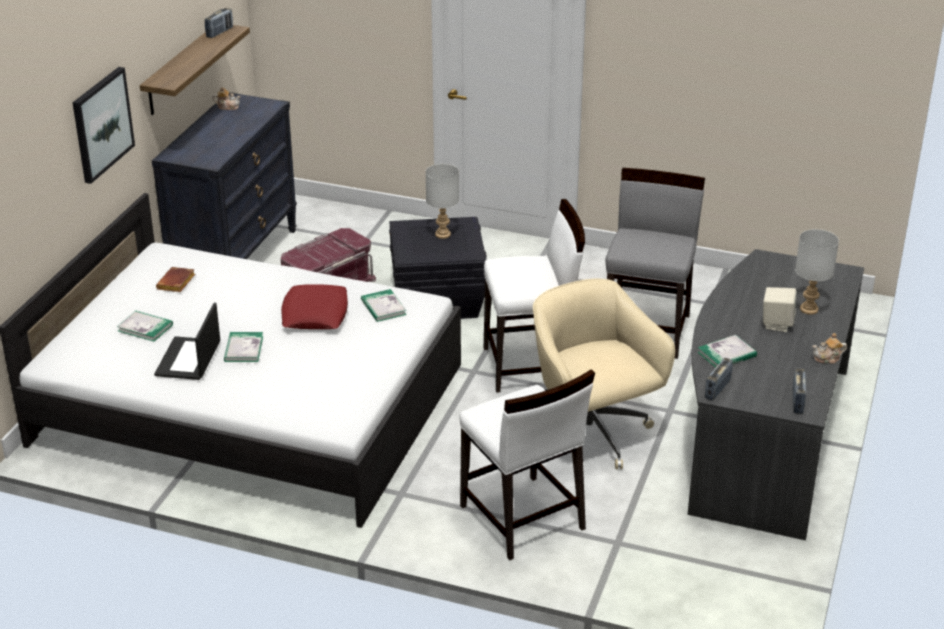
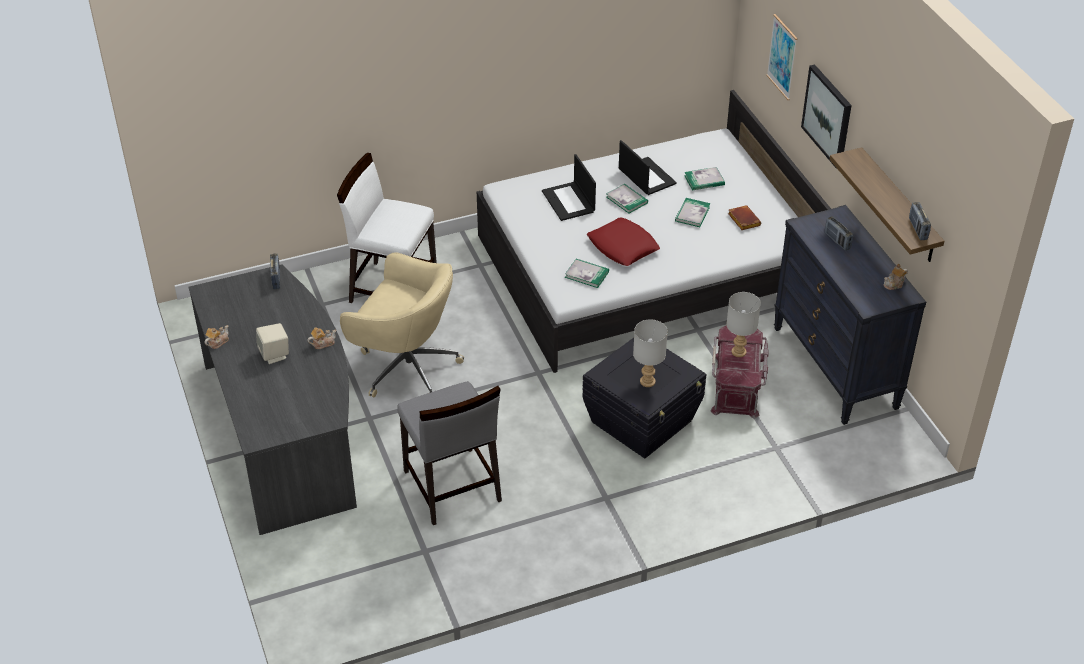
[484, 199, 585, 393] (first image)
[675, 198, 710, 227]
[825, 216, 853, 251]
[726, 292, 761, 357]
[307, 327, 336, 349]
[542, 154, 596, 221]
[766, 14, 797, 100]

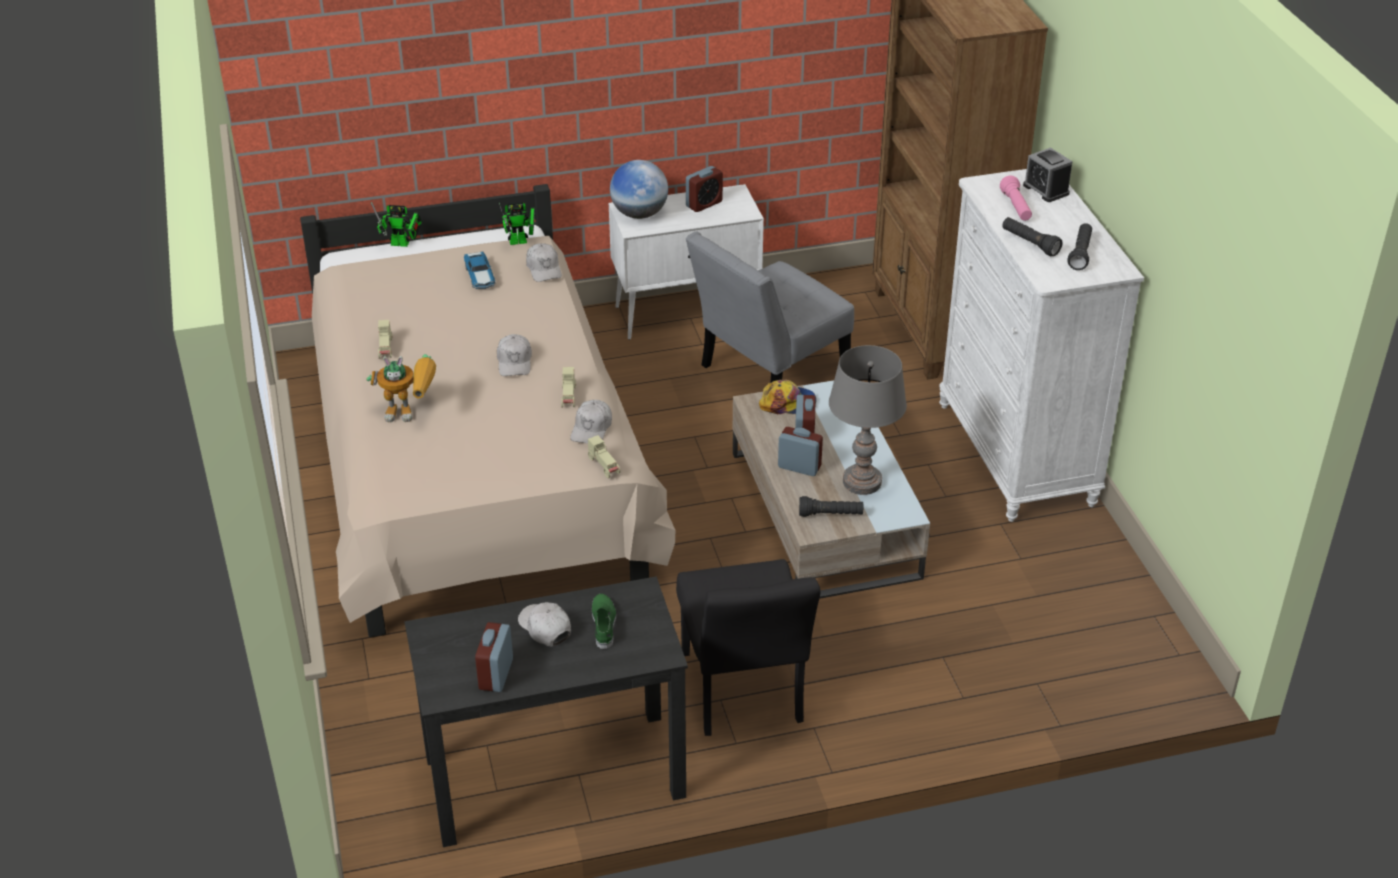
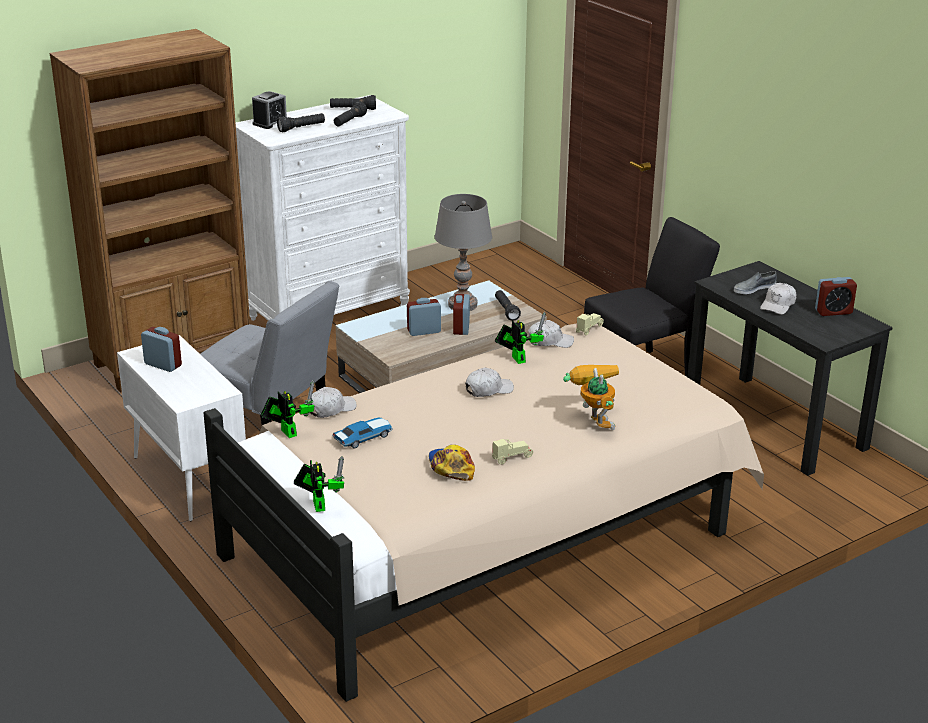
[495, 312, 546, 364]
[734, 271, 777, 294]
[610, 160, 668, 219] (first image)
[429, 444, 475, 481]
[277, 113, 325, 132]

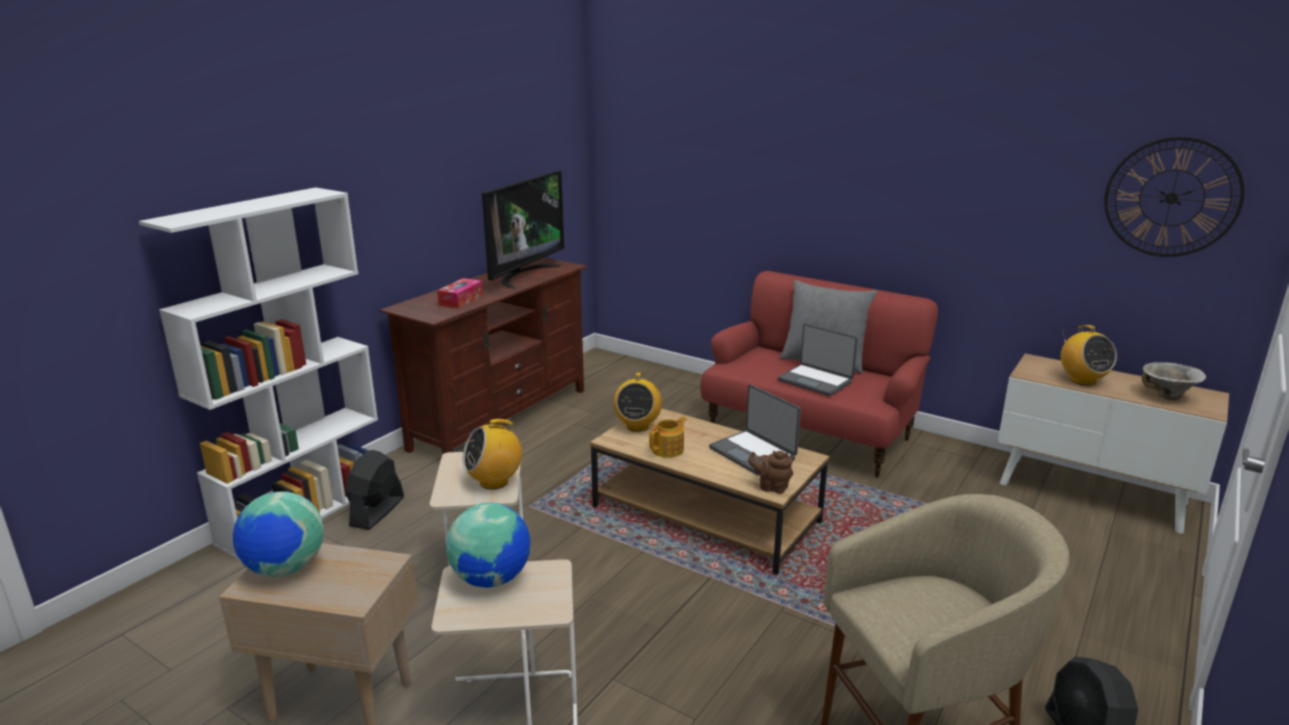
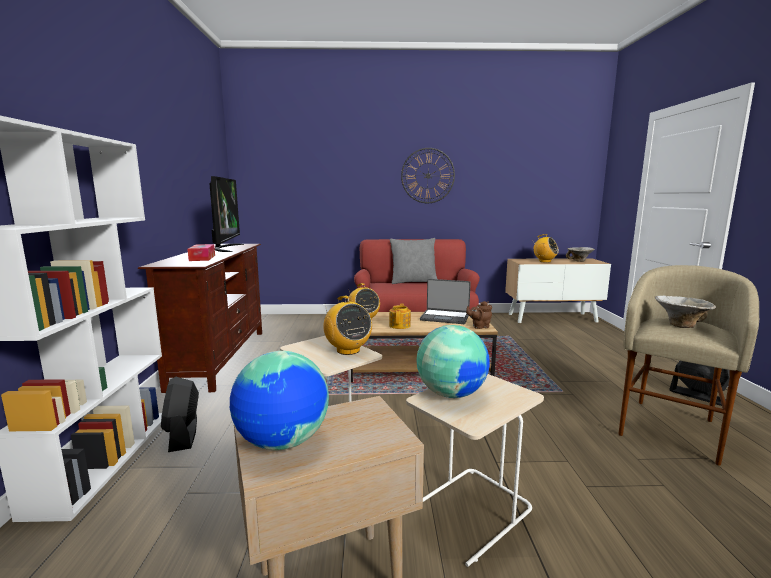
[323, 296, 372, 355]
[777, 323, 858, 396] (first image)
[401, 148, 455, 203]
[655, 295, 716, 328]

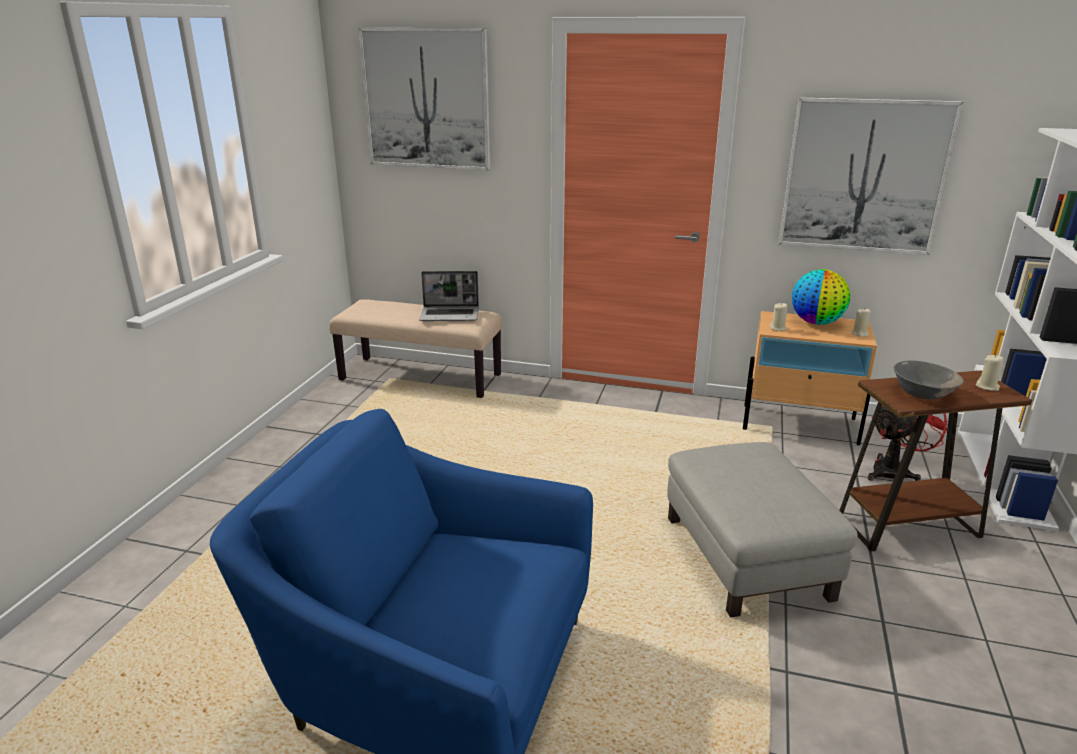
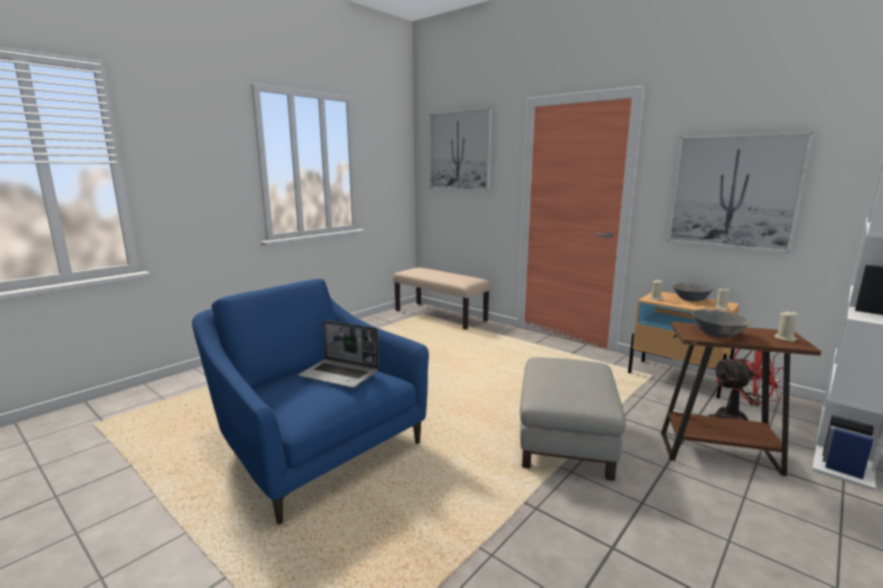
[298, 320, 379, 388]
[672, 283, 714, 301]

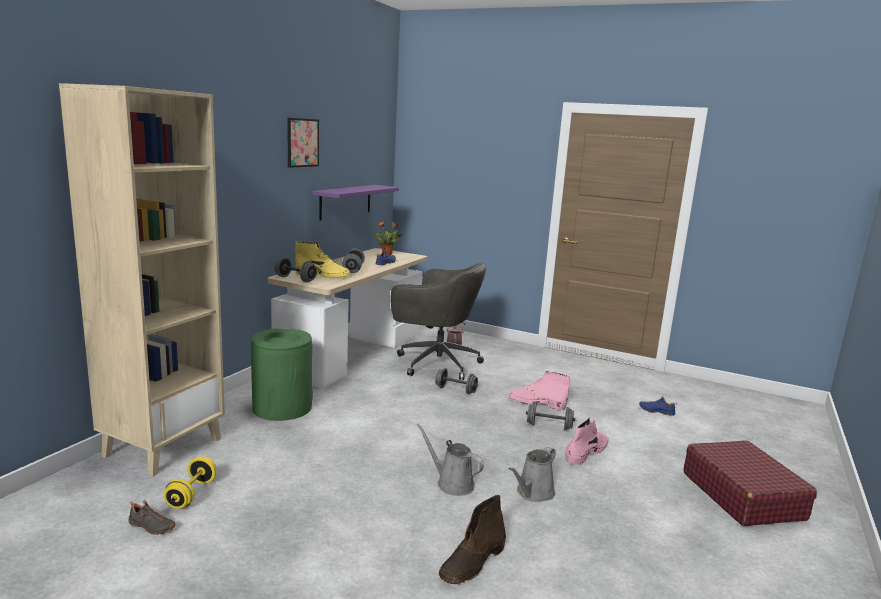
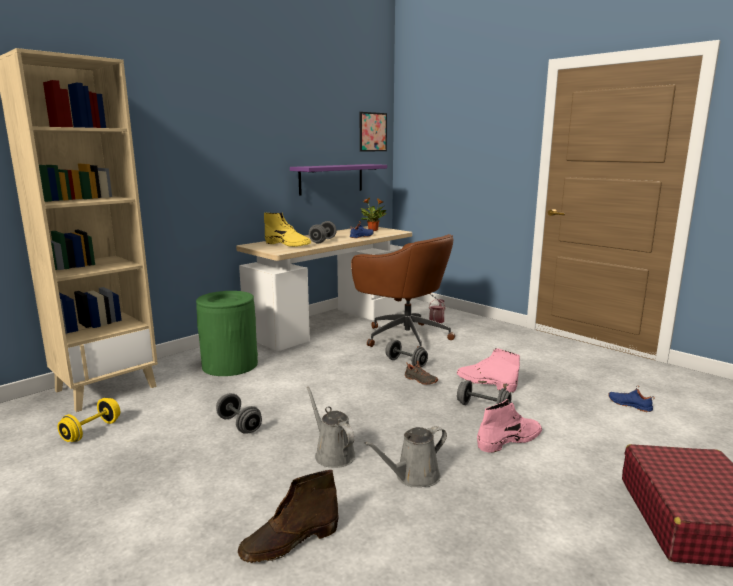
[405, 361, 438, 385]
[216, 393, 262, 434]
[360, 112, 387, 152]
[351, 234, 455, 347]

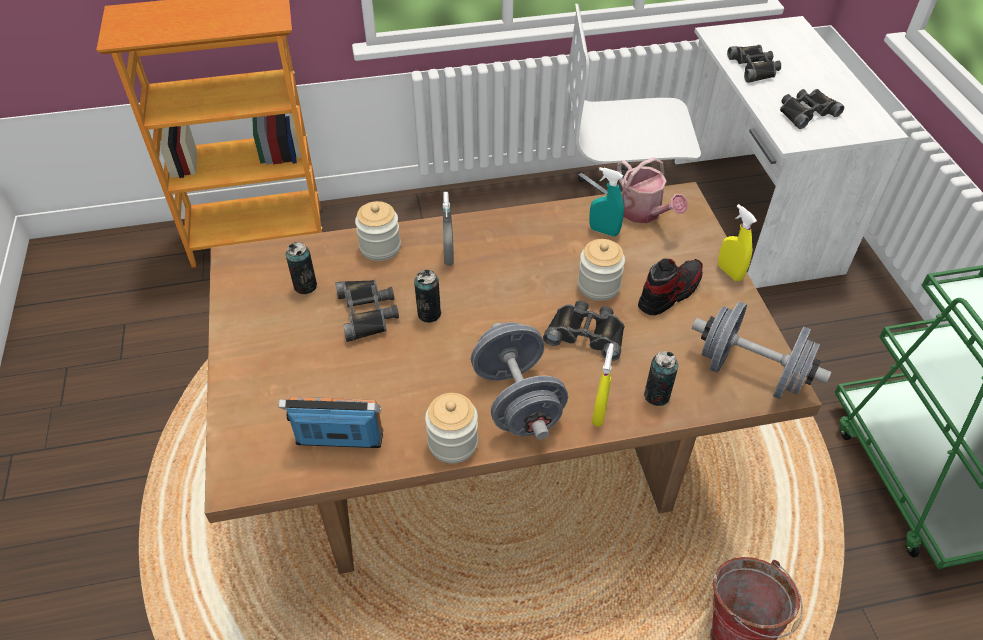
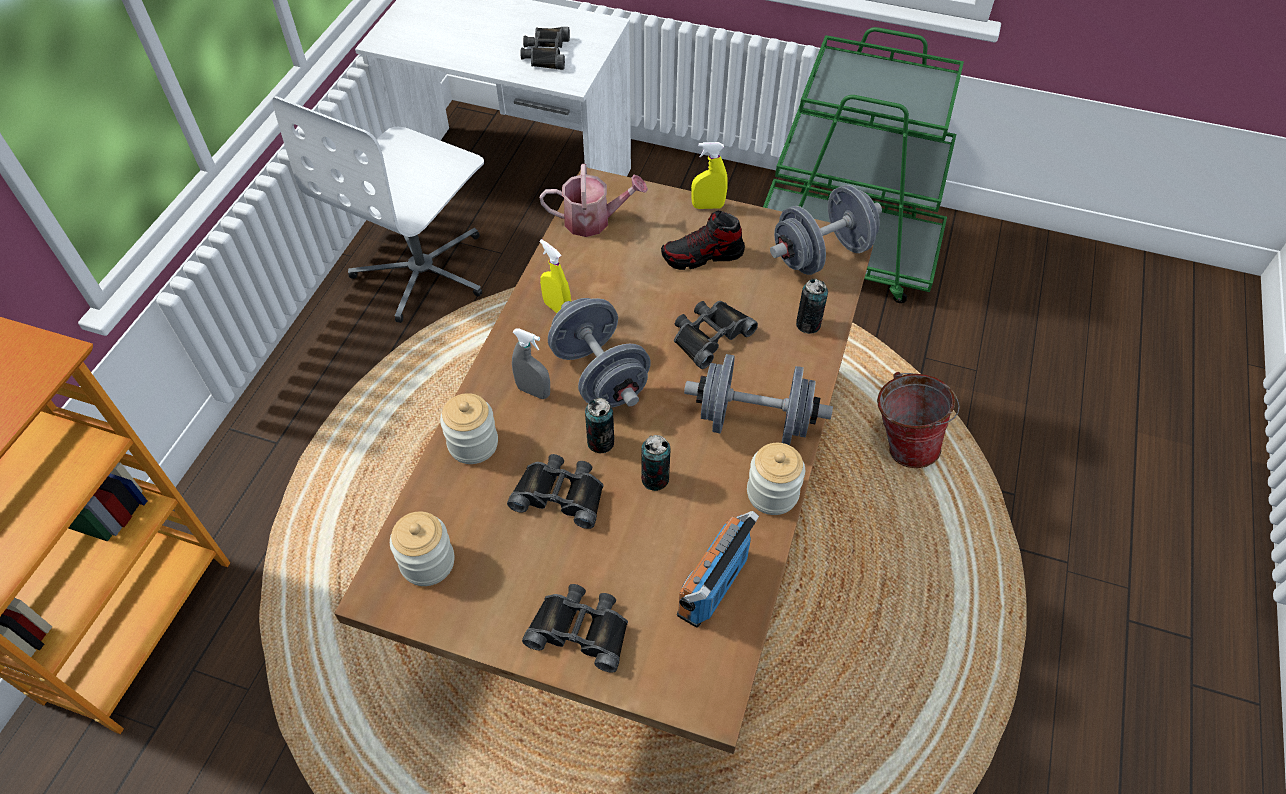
[641, 435, 671, 491]
[390, 511, 454, 586]
[589, 167, 624, 236] (first image)
[540, 239, 571, 313]
[661, 211, 745, 270]
[522, 584, 628, 673]
[548, 298, 651, 407]

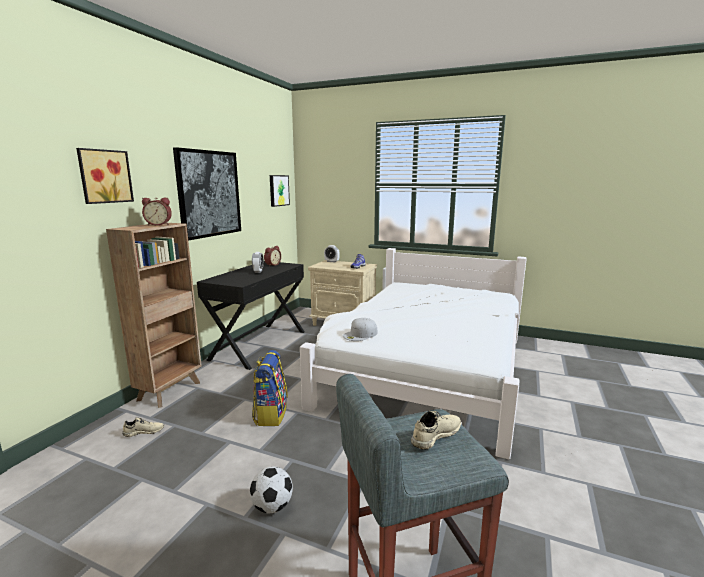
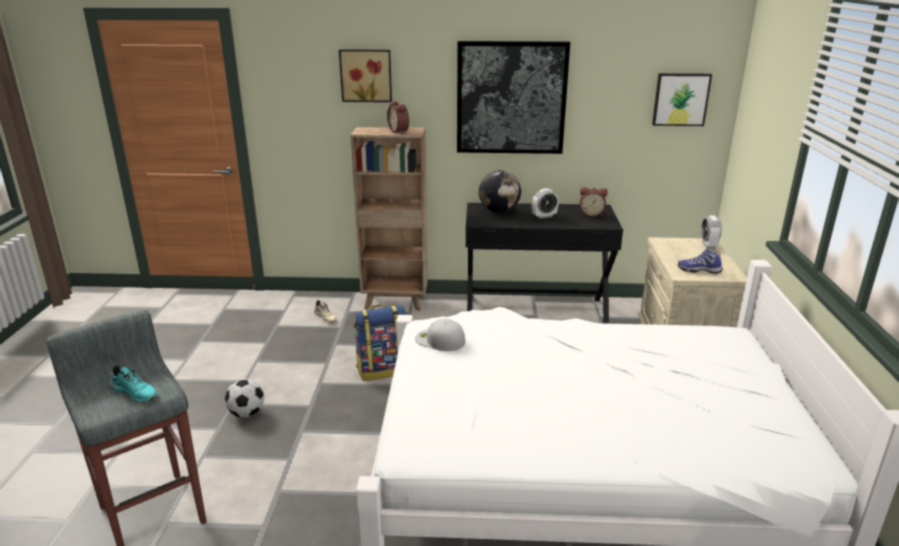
[110, 365, 157, 402]
[479, 170, 521, 213]

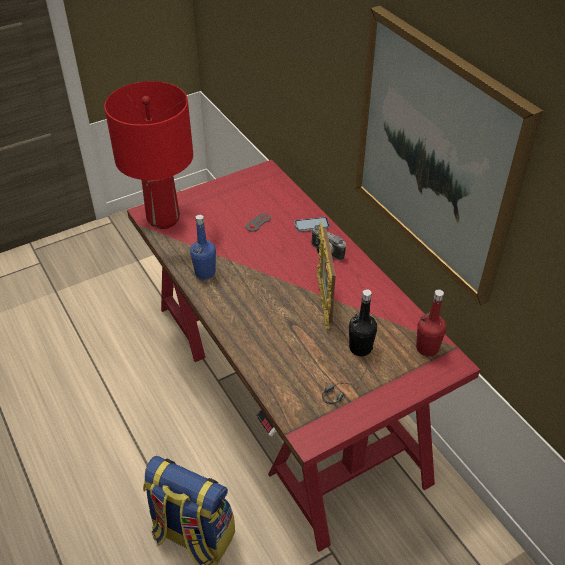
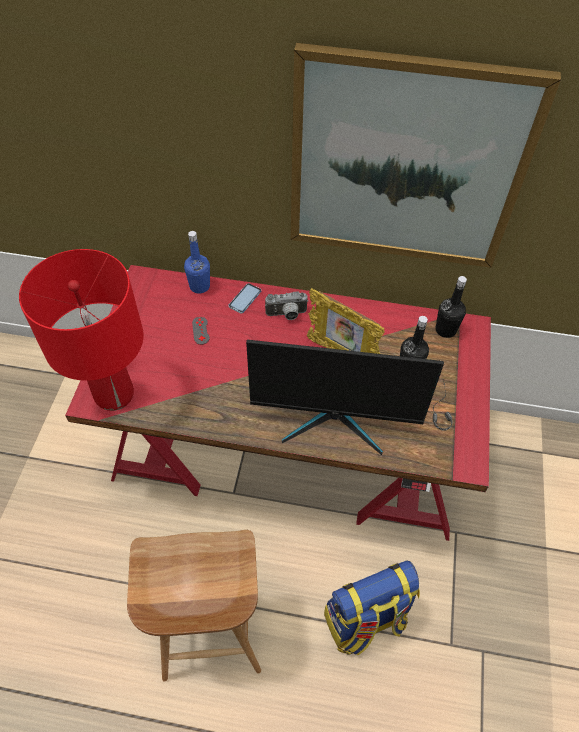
[184, 231, 210, 294]
[435, 276, 467, 338]
[127, 530, 261, 682]
[246, 340, 444, 455]

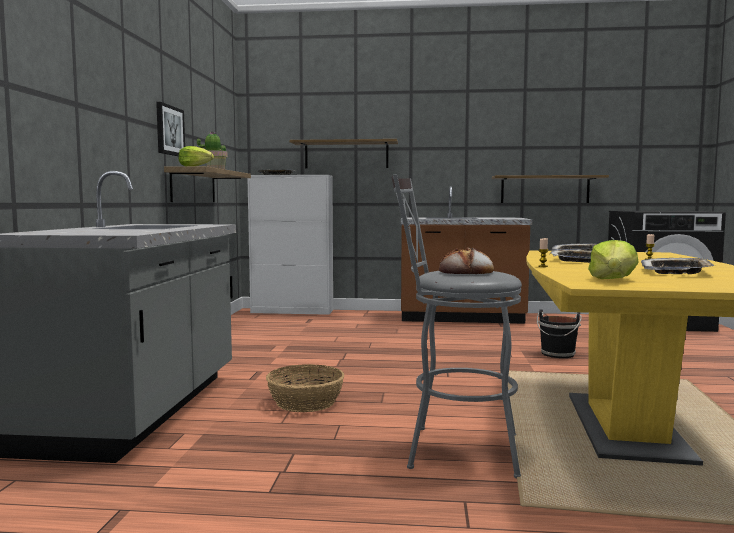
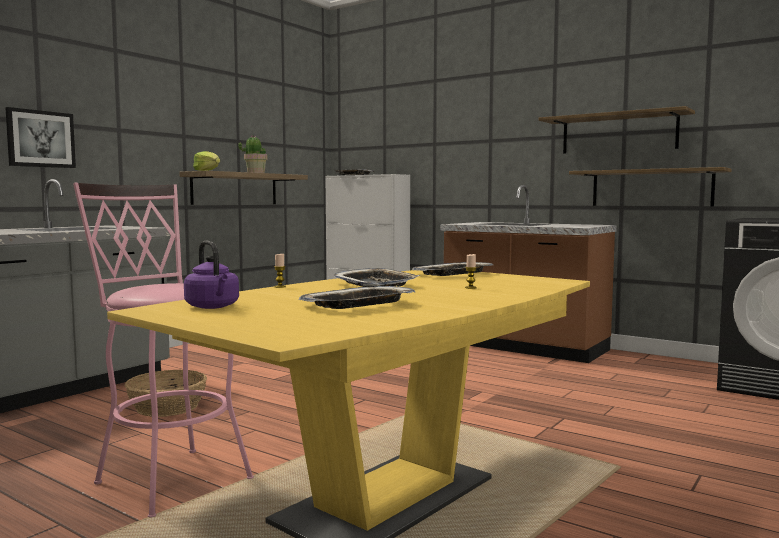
[5, 107, 76, 168]
[539, 106, 695, 154]
[73, 183, 254, 517]
[439, 247, 494, 274] (first image)
[537, 309, 582, 358] (first image)
[184, 241, 239, 309]

